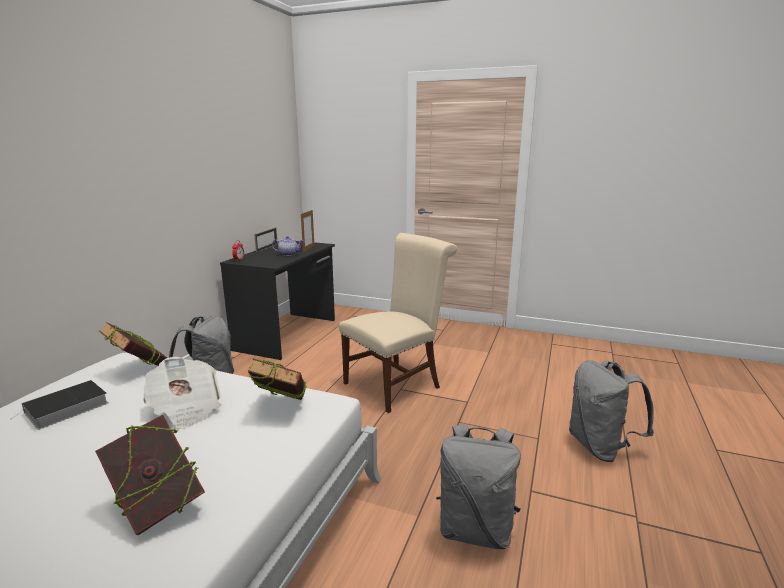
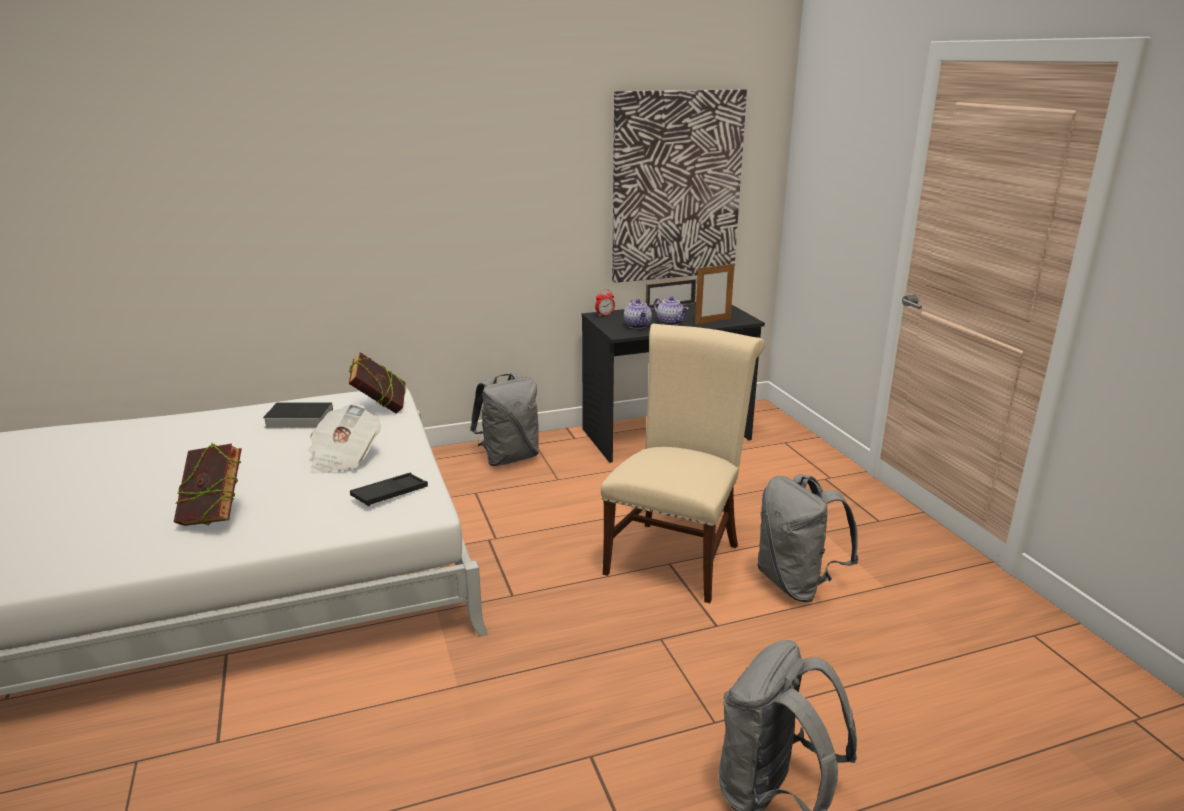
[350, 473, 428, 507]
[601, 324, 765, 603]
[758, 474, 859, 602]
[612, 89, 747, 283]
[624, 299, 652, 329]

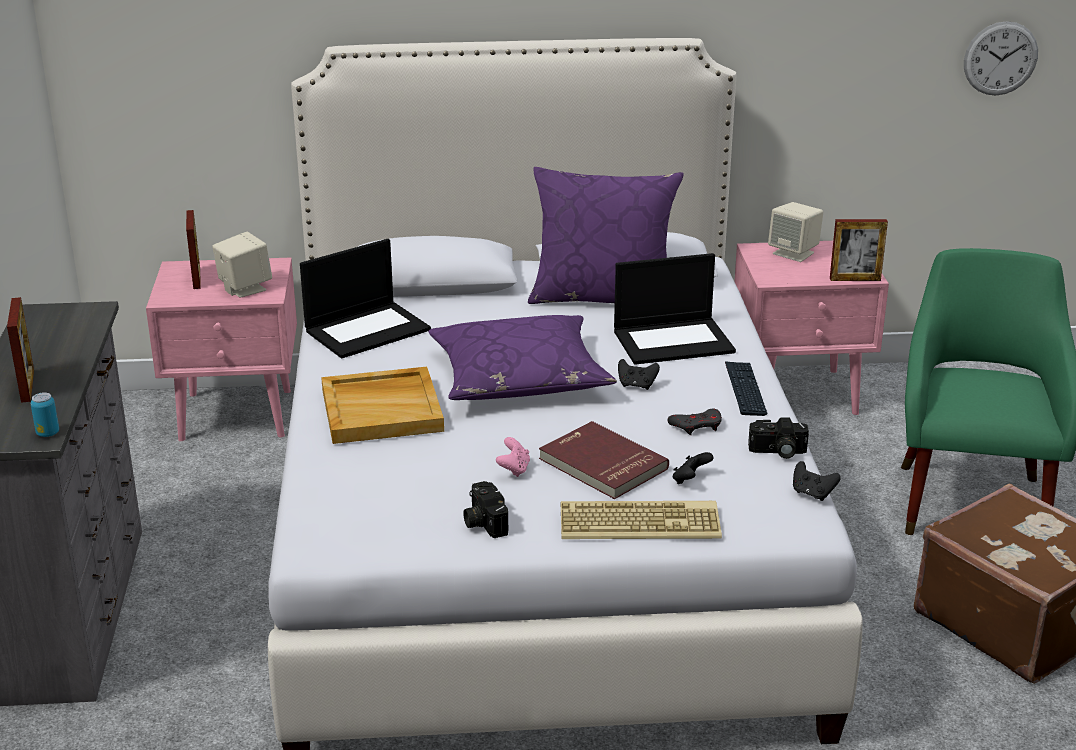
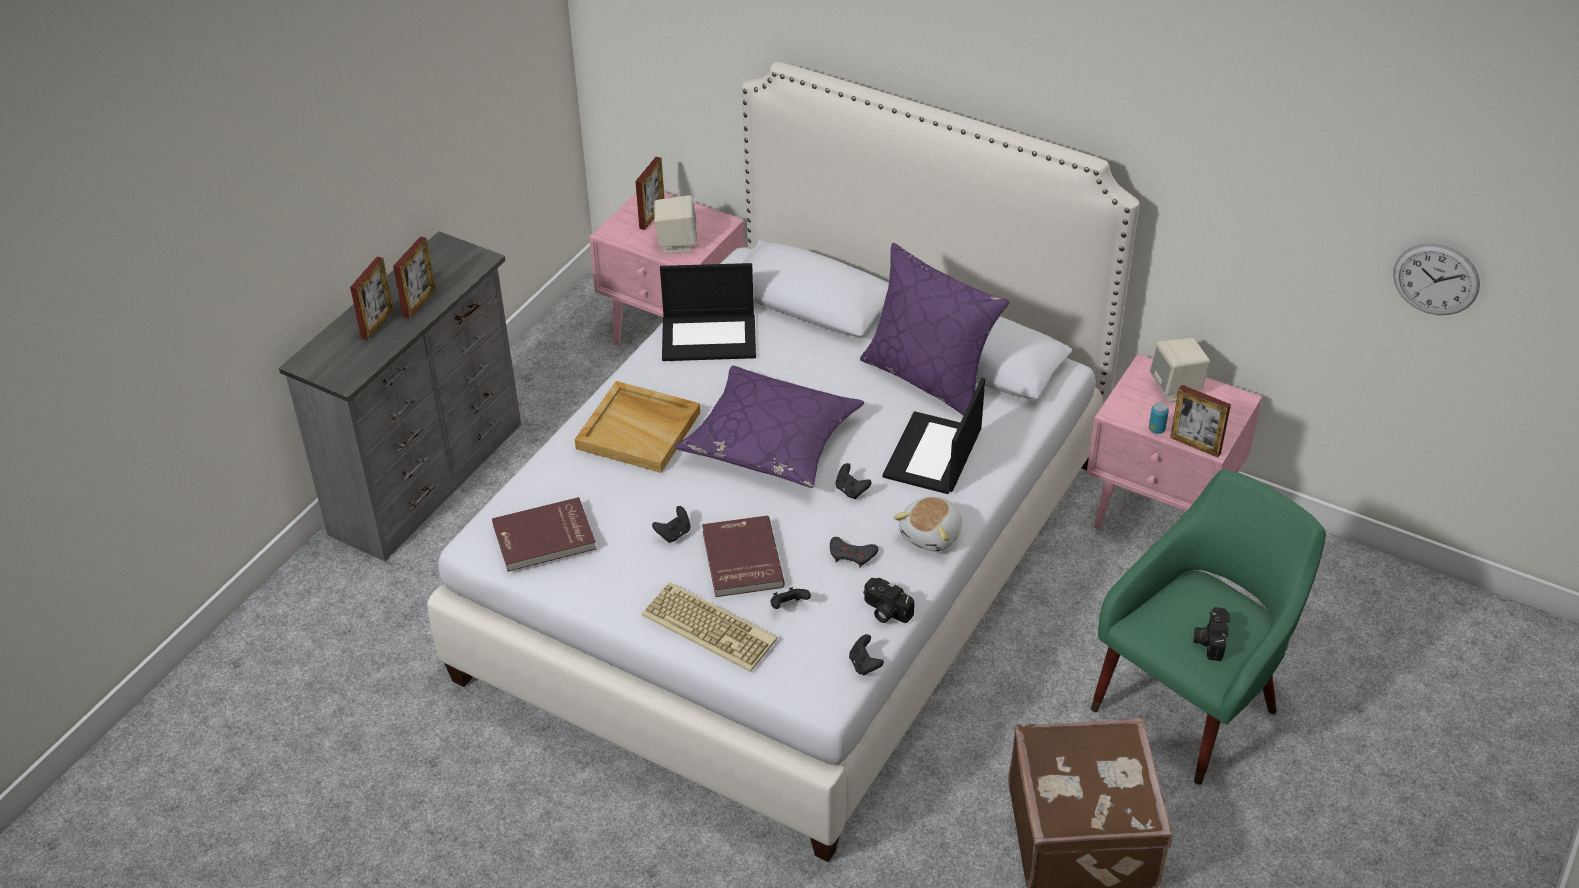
[1149, 402, 1169, 434]
[1193, 607, 1230, 661]
[652, 506, 690, 543]
[883, 377, 985, 494]
[894, 496, 962, 552]
[393, 236, 436, 319]
[492, 497, 596, 572]

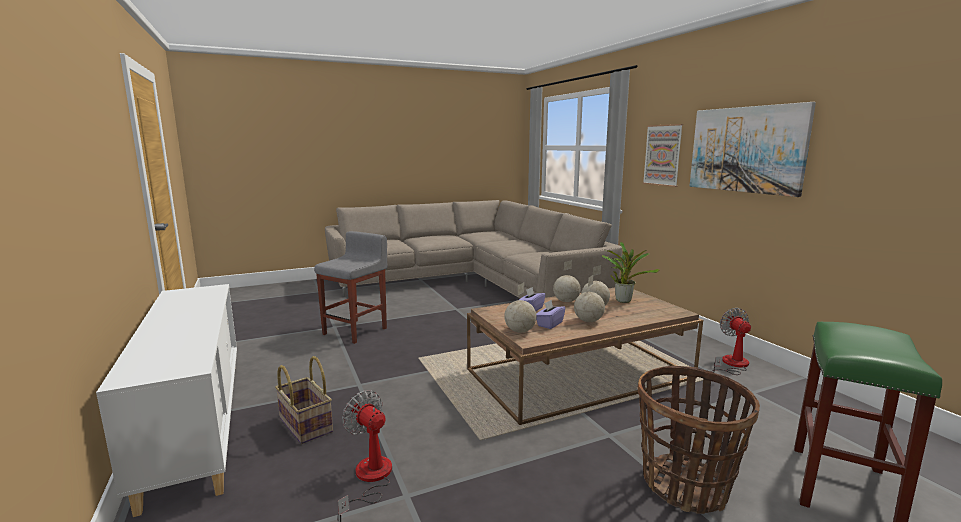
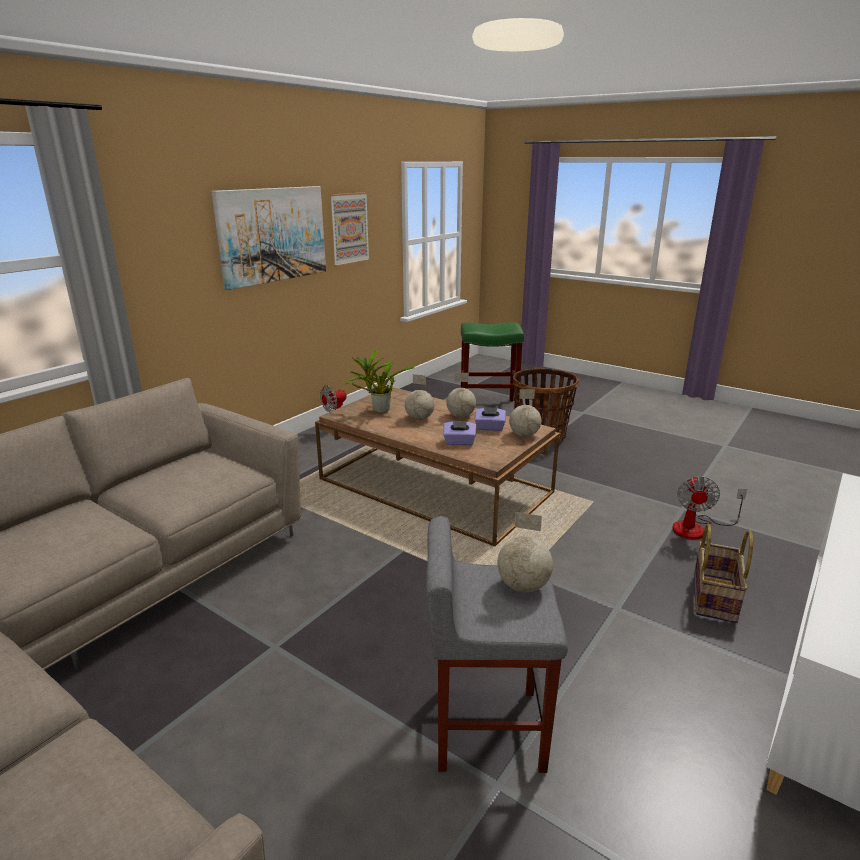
[497, 512, 553, 592]
[330, 192, 370, 267]

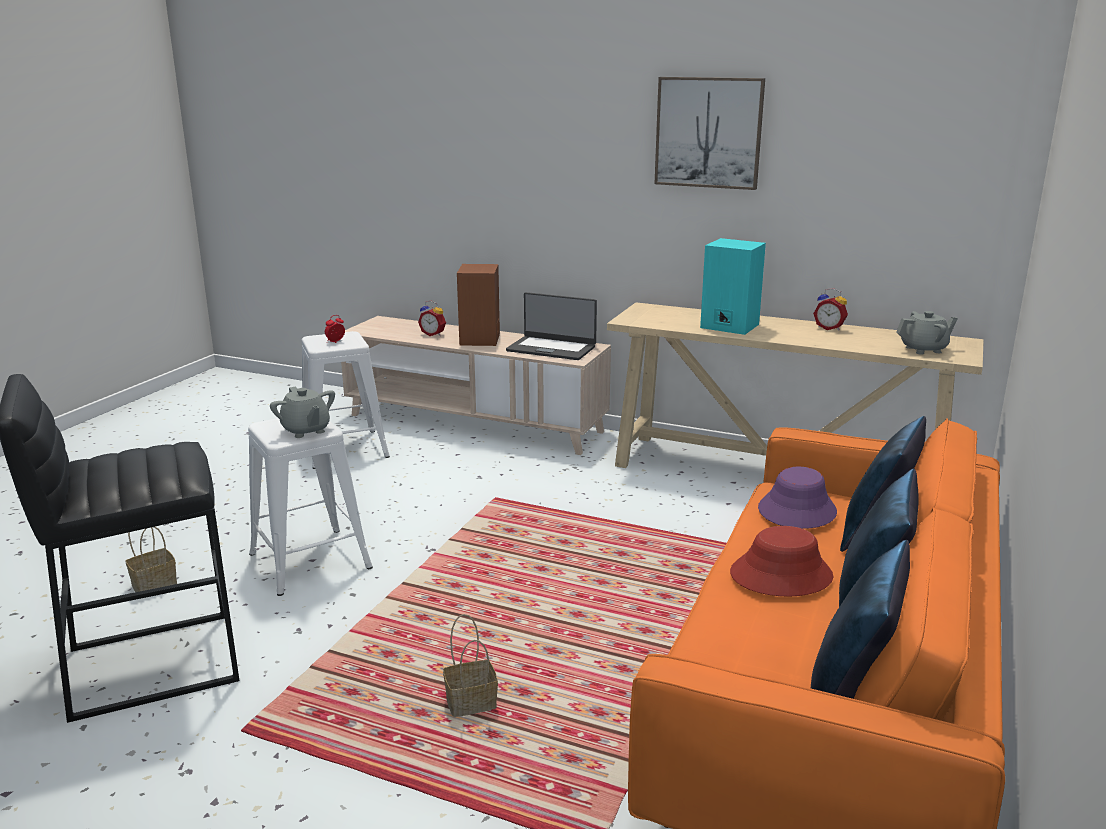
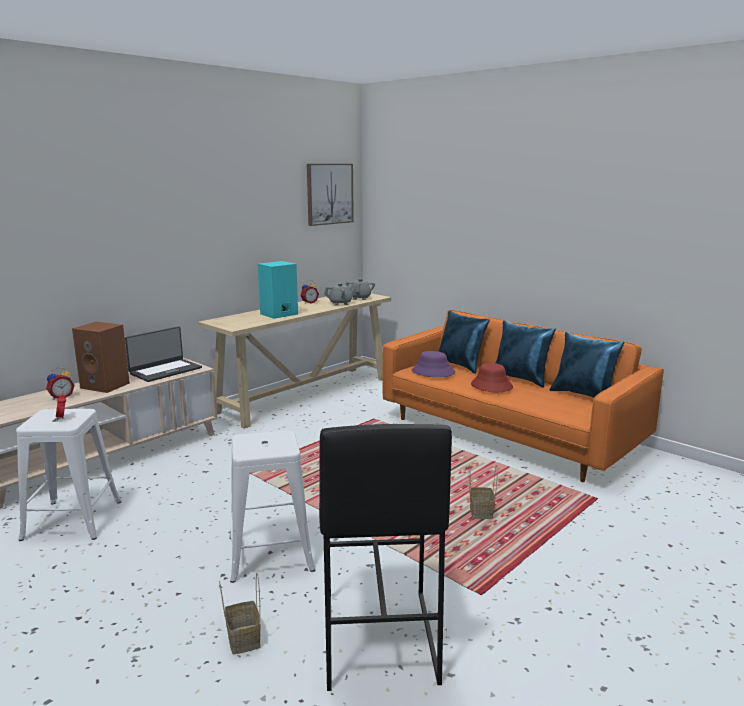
[324, 283, 357, 306]
[307, 164, 354, 226]

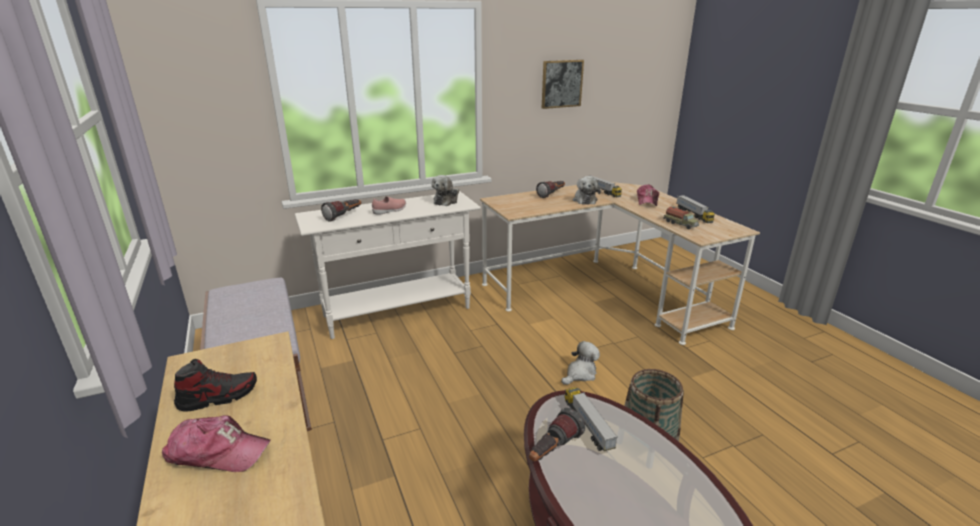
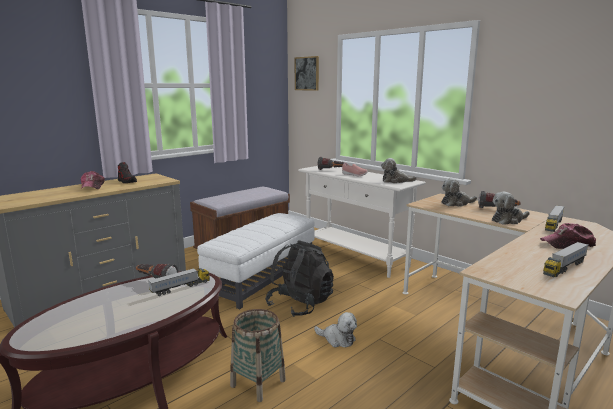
[295, 56, 319, 91]
[663, 207, 699, 229] (first image)
[197, 213, 315, 309]
[265, 240, 334, 317]
[441, 178, 477, 207]

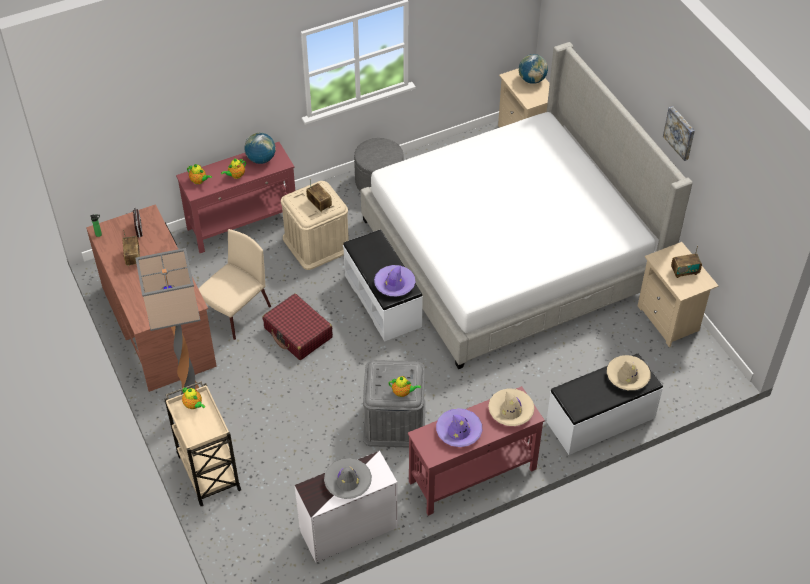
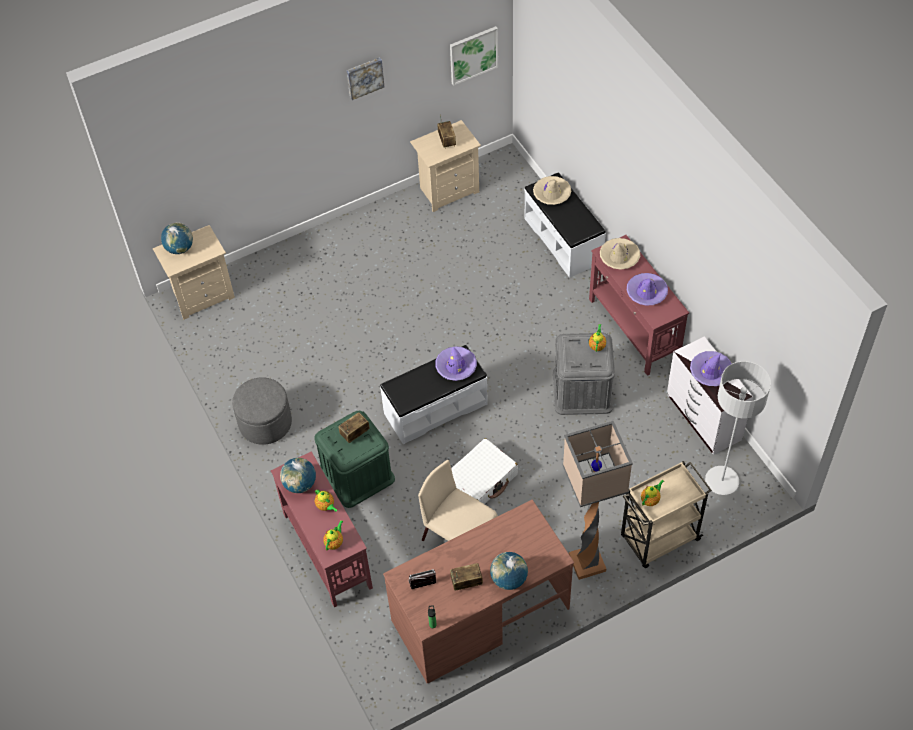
[451, 438, 518, 504]
[314, 411, 395, 508]
[690, 351, 732, 386]
[361, 42, 693, 369] (first image)
[450, 26, 498, 86]
[490, 552, 528, 590]
[705, 361, 771, 495]

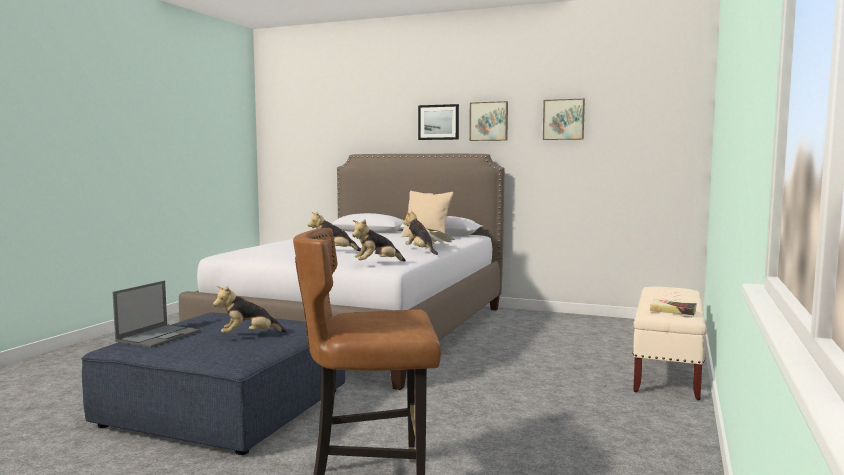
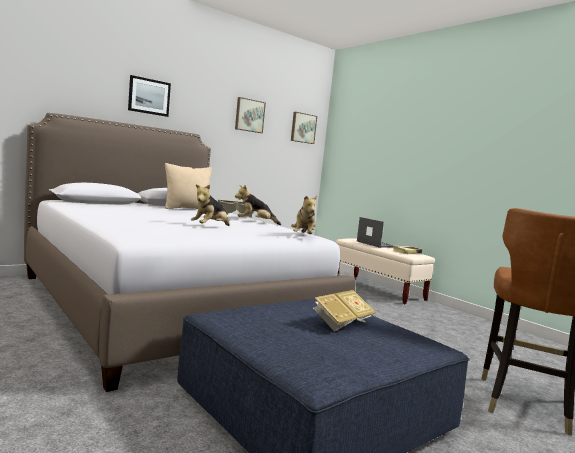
[357, 217, 394, 248]
[313, 290, 376, 332]
[291, 112, 317, 144]

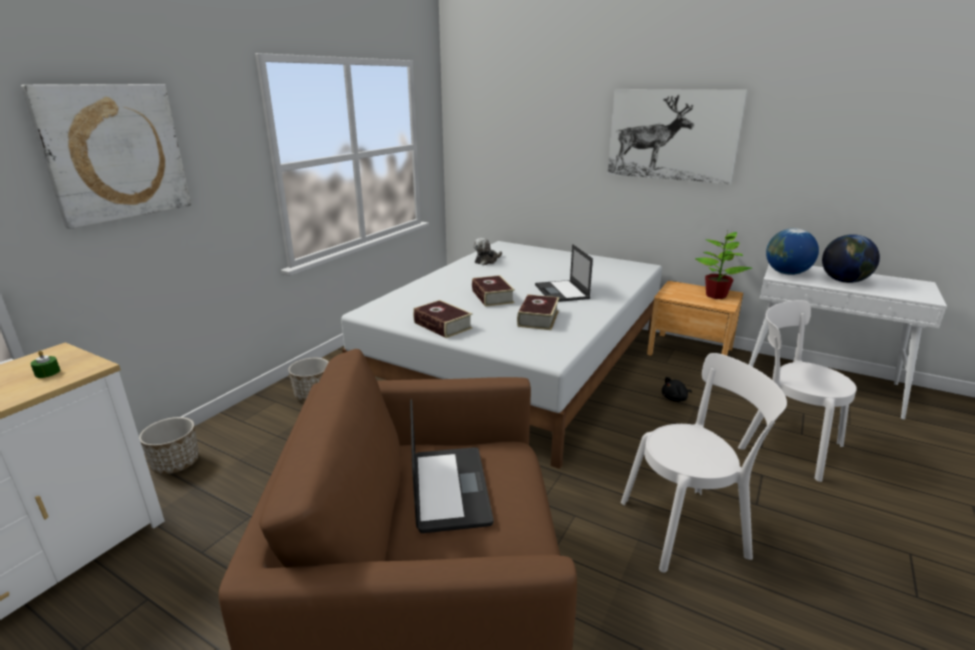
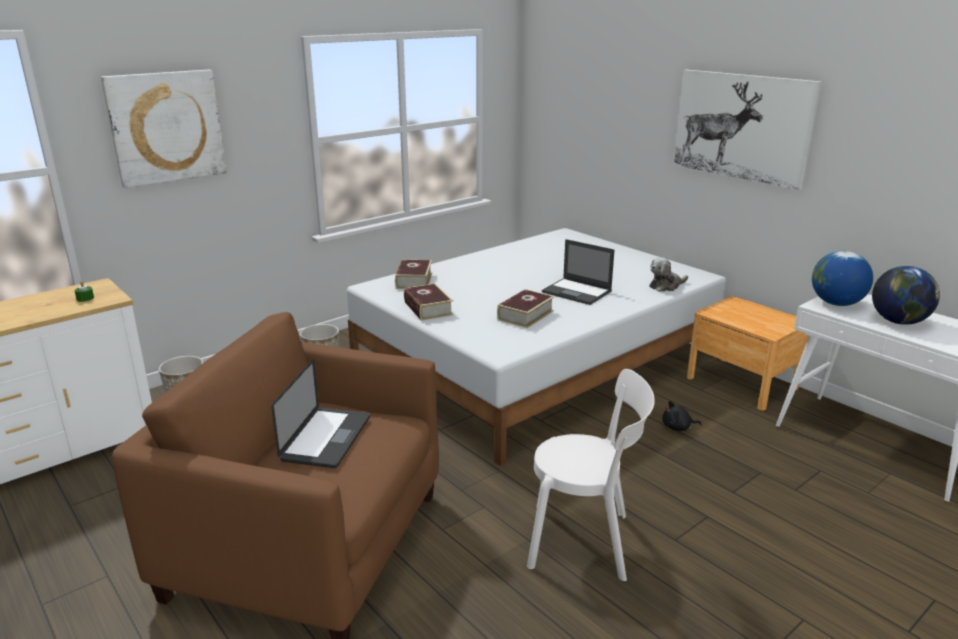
[395, 259, 432, 289]
[649, 257, 688, 292]
[542, 239, 614, 305]
[695, 231, 752, 299] (first image)
[738, 300, 857, 482] (first image)

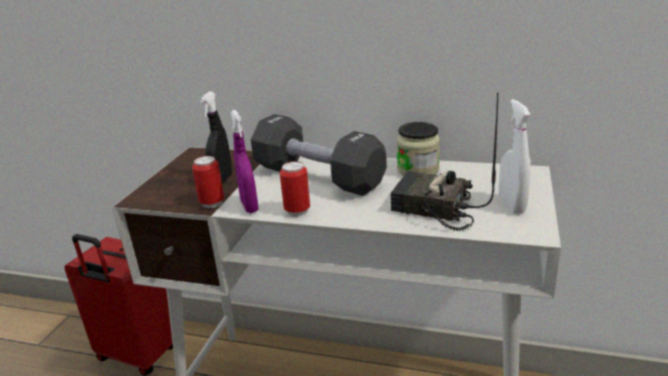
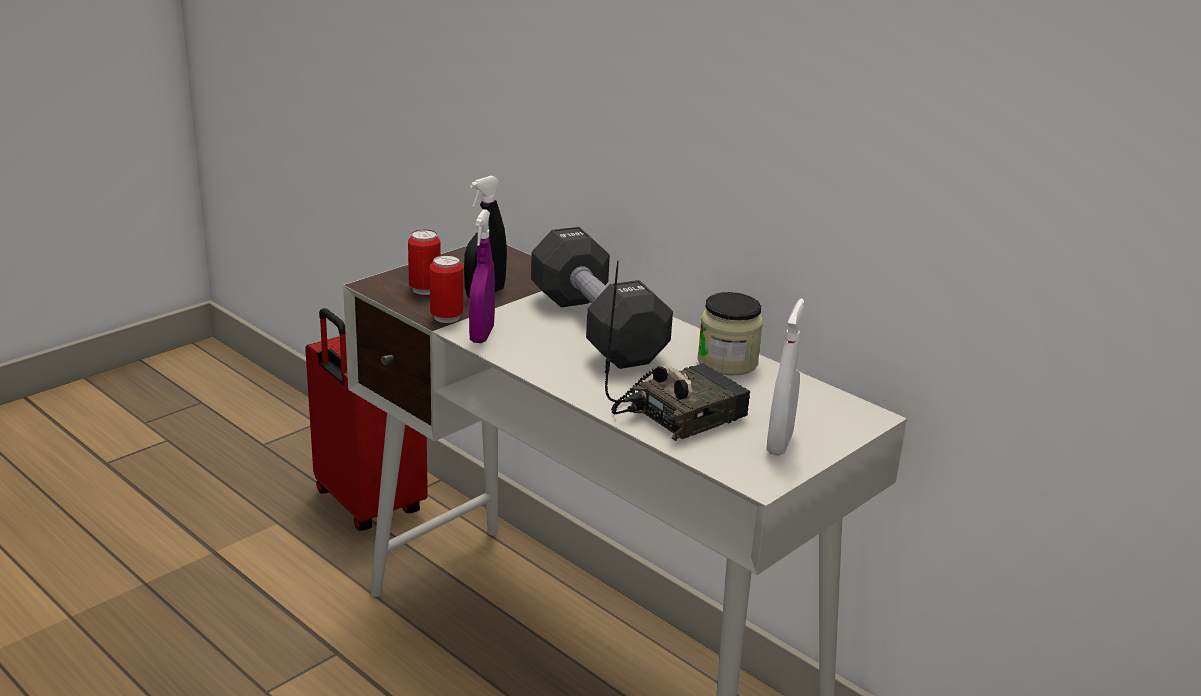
[408, 229, 441, 295]
[605, 261, 750, 441]

